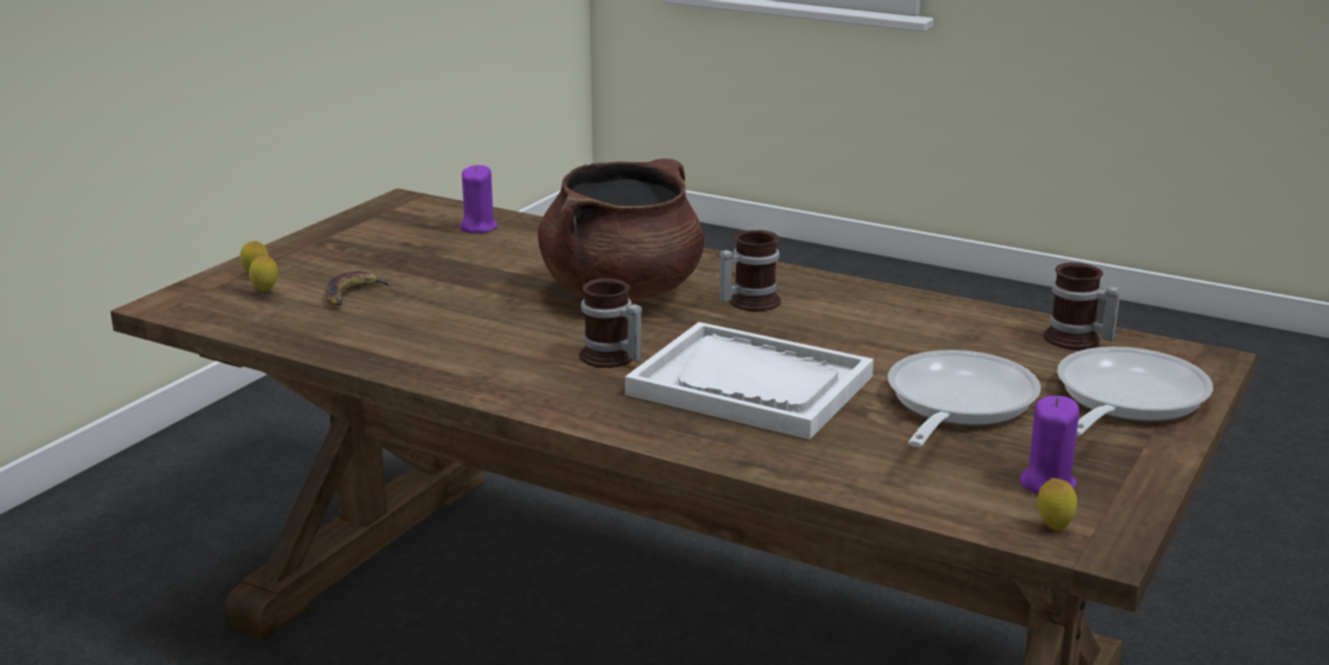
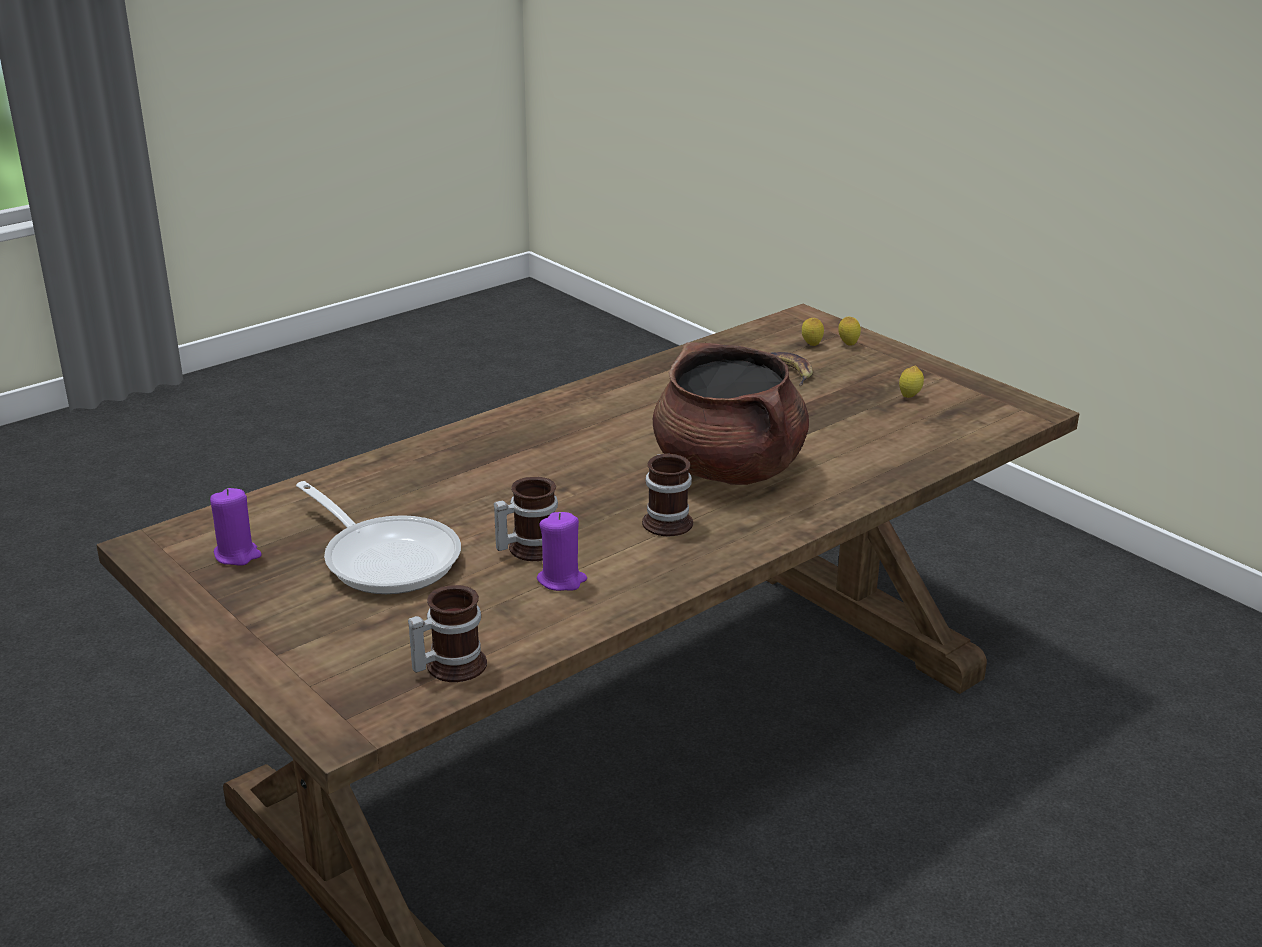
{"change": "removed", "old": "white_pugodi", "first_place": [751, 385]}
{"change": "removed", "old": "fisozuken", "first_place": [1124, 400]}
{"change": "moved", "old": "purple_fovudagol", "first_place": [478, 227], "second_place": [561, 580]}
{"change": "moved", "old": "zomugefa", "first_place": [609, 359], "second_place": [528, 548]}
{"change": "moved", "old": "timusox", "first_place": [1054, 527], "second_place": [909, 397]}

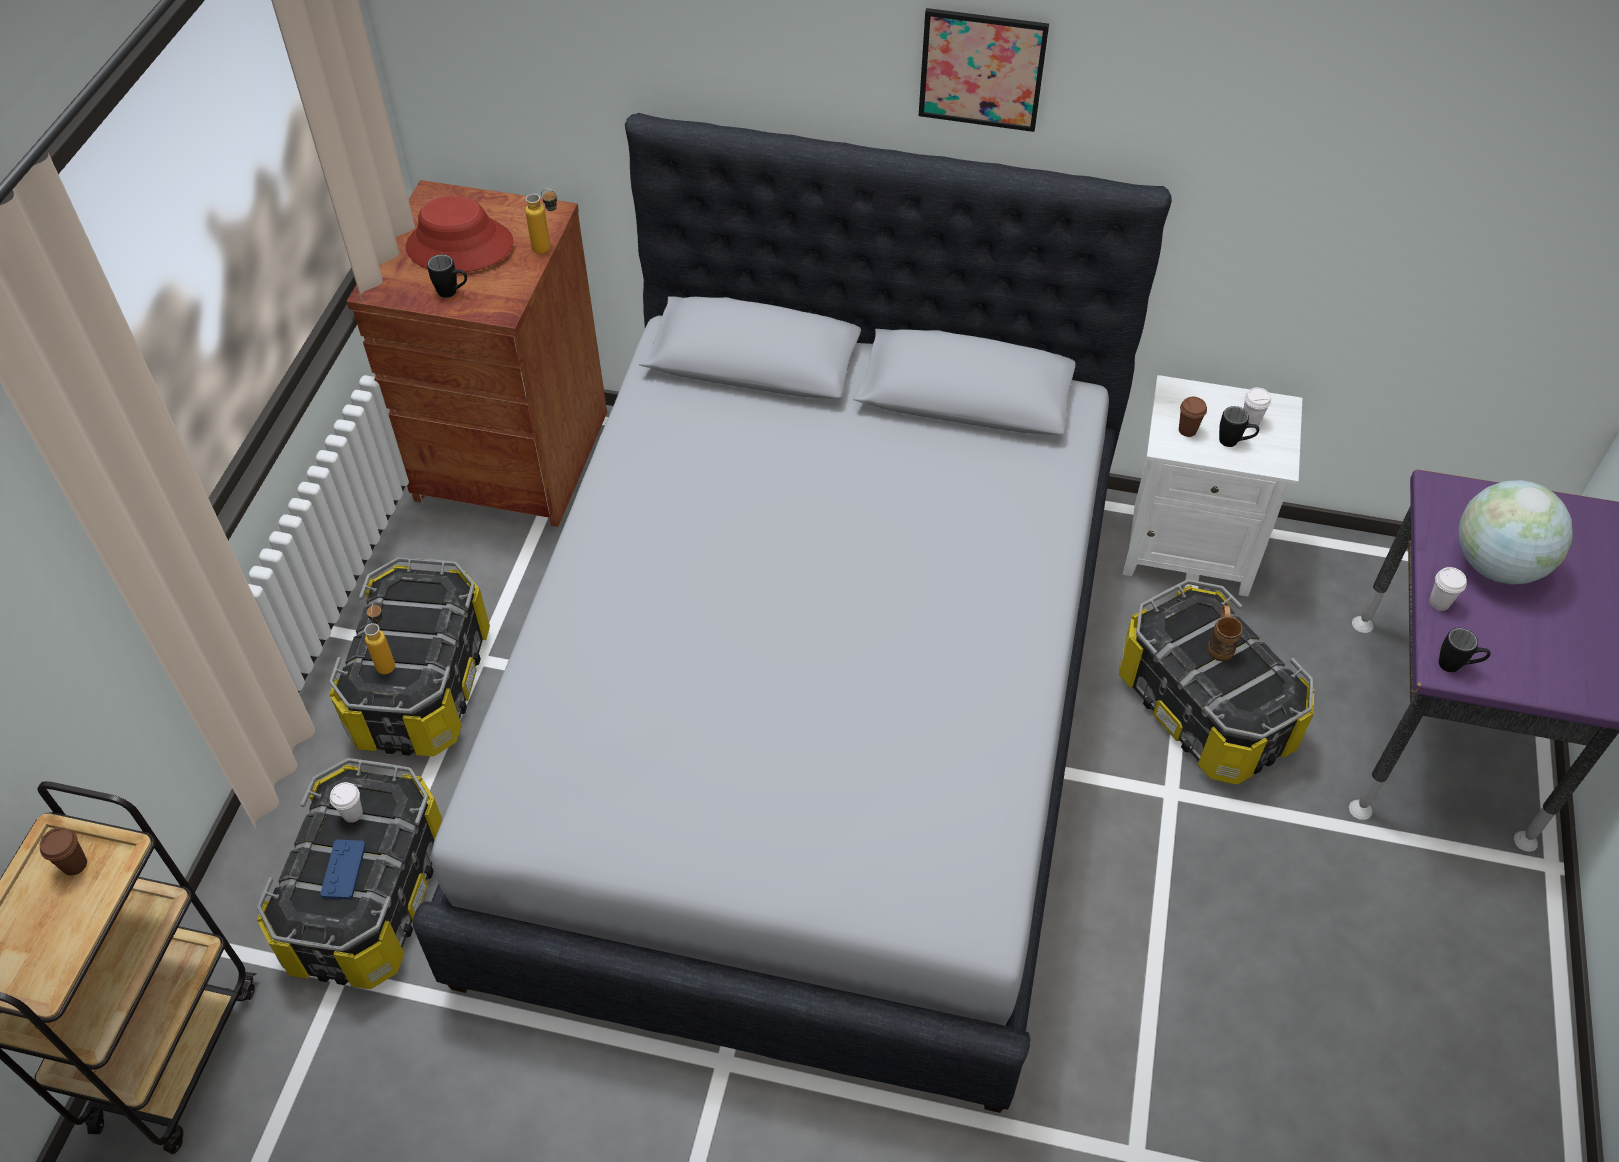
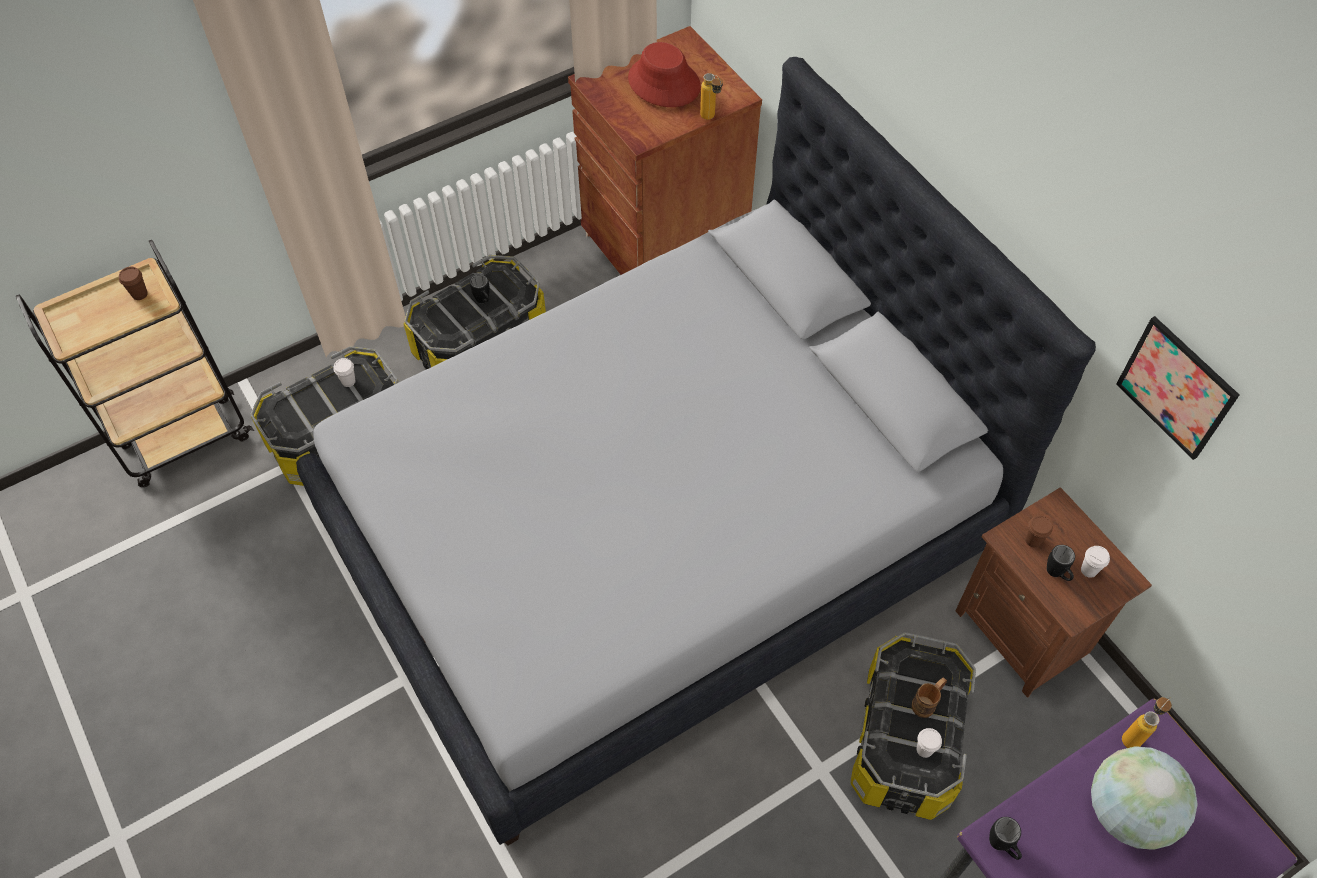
{"change": "removed", "old": "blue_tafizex", "first_place": [344, 870]}
{"change": "moved", "old": "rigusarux", "first_place": [387, 660], "second_place": [1135, 735]}
{"change": "moved", "old": "black_zomugefa", "first_place": [453, 293], "second_place": [484, 301]}
{"change": "moved", "old": "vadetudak", "first_place": [982, 69], "second_place": [1176, 388]}
{"change": "moved", "old": "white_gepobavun", "first_place": [1439, 602], "second_place": [924, 749]}
{"change": "recoloured", "old": "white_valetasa", "new": "brown_valetasa", "first_place": [1188, 547], "second_place": [1024, 631]}

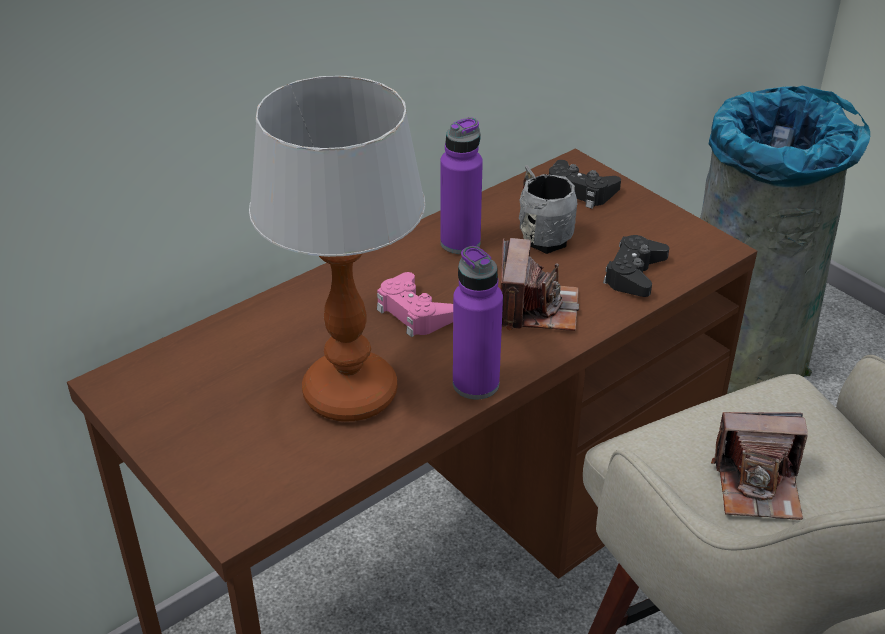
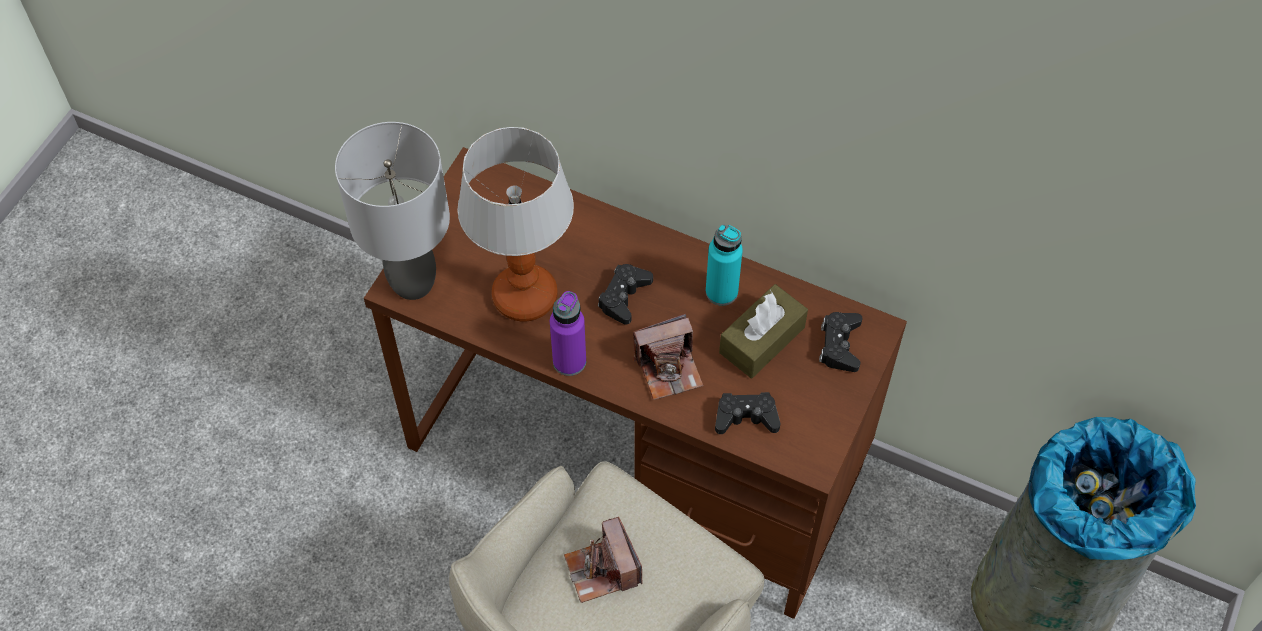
{"change": "added", "new": "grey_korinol", "second_place": [411, 283]}
{"change": "replaced", "old": "grey_zomugefa", "new": "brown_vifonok", "first_place": [541, 235], "second_place": [762, 340]}
{"change": "recoloured", "old": "pink_tafizex", "new": "black_tafizex", "first_place": [414, 313], "second_place": [624, 297]}
{"change": "recoloured", "old": "purple_rigusarux", "new": "turquoise_rigusarux", "first_place": [460, 243], "second_place": [721, 292]}

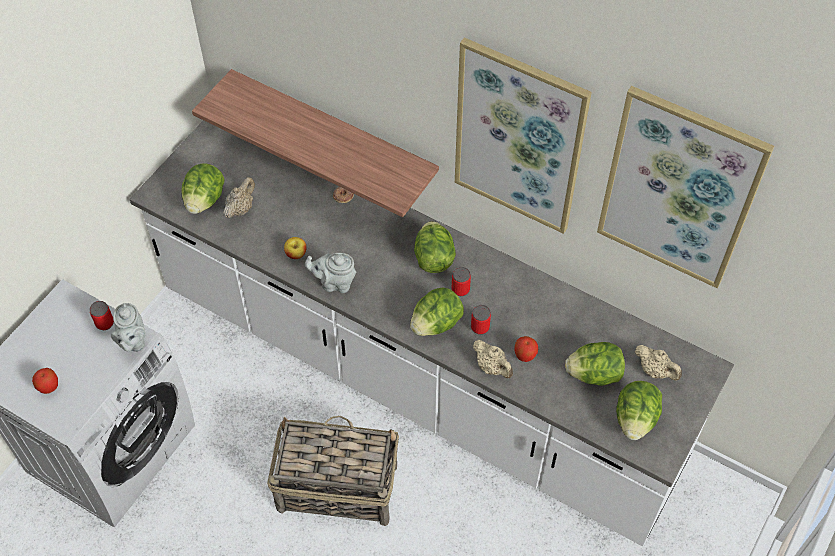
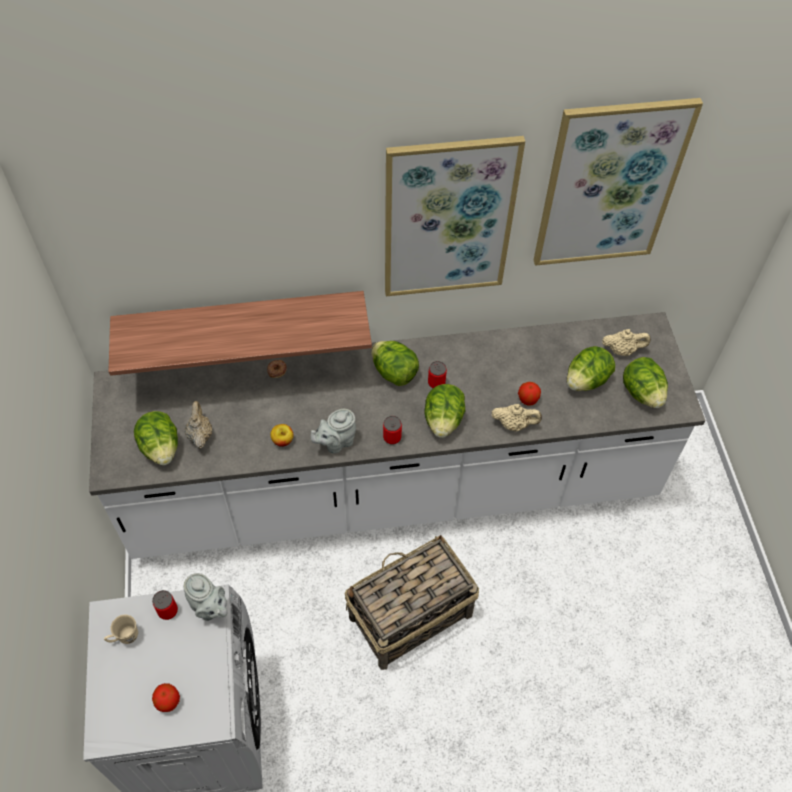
{"change": "added", "new": "beige_zomugefa", "second_place": [124, 638]}
{"change": "moved", "old": "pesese", "first_place": [480, 327], "second_place": [392, 437]}

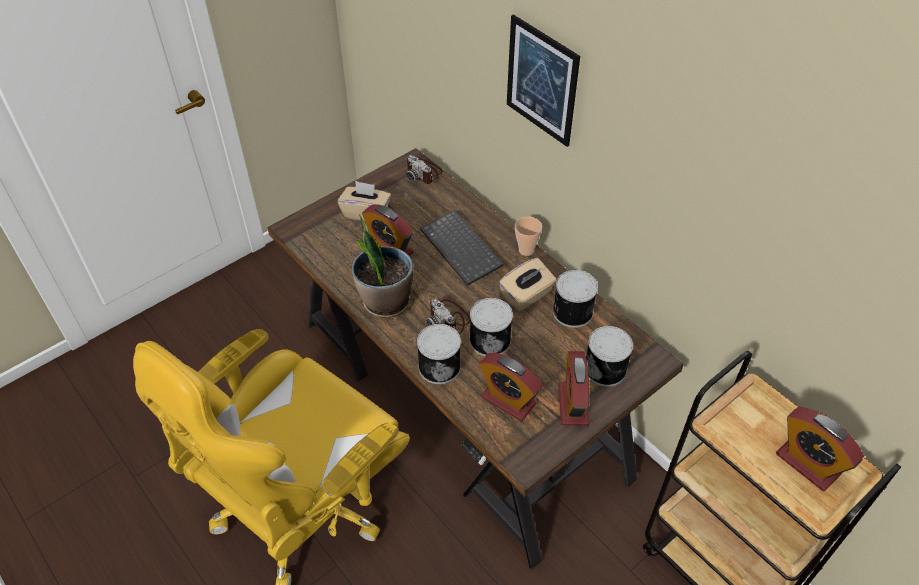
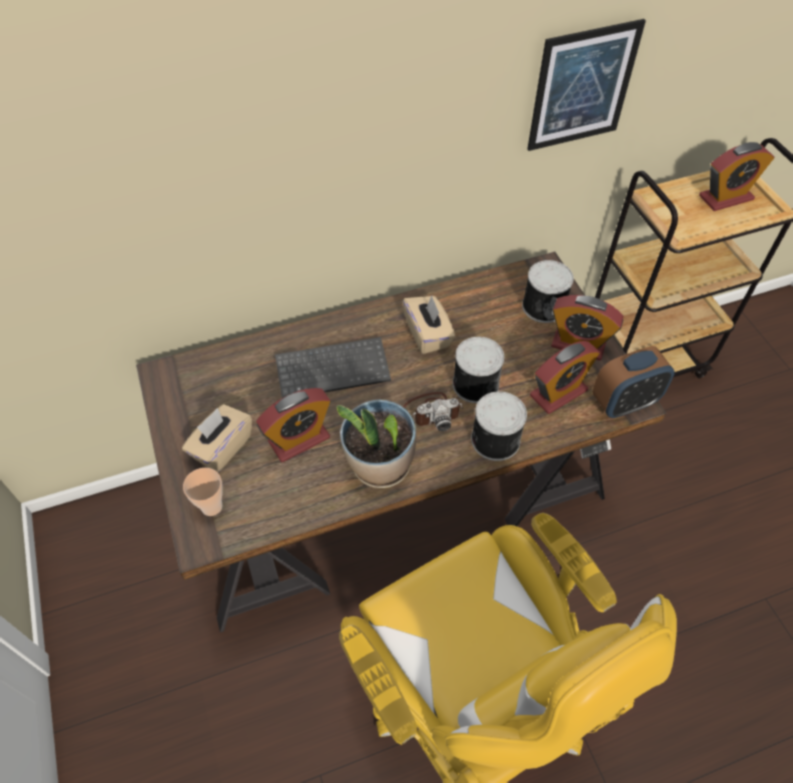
{"change": "removed", "old": "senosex", "first_place": [424, 173]}
{"change": "removed", "old": "pesese", "first_place": [571, 311]}
{"change": "added", "new": "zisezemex", "second_place": [624, 403]}
{"change": "moved", "old": "vadetudak", "first_place": [541, 81], "second_place": [582, 87]}
{"change": "moved", "old": "gepobavun", "first_place": [526, 250], "second_place": [212, 506]}

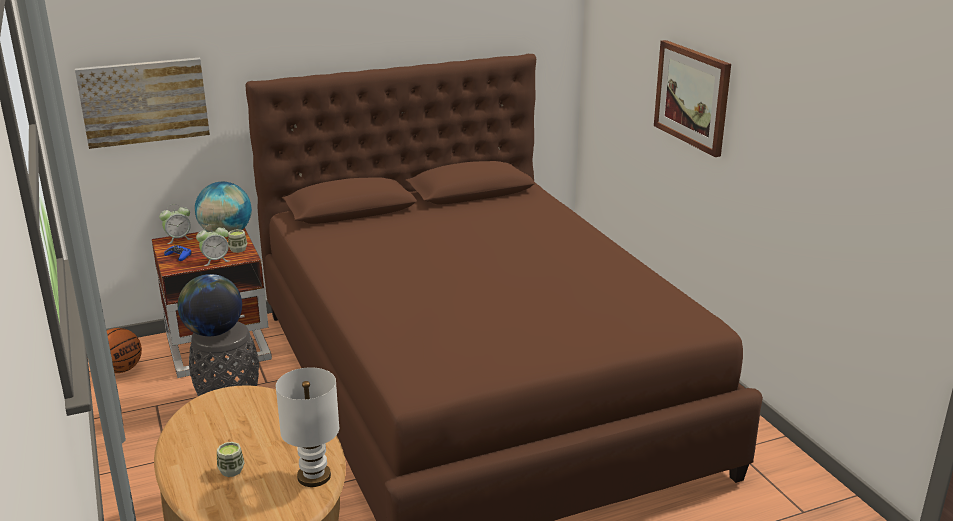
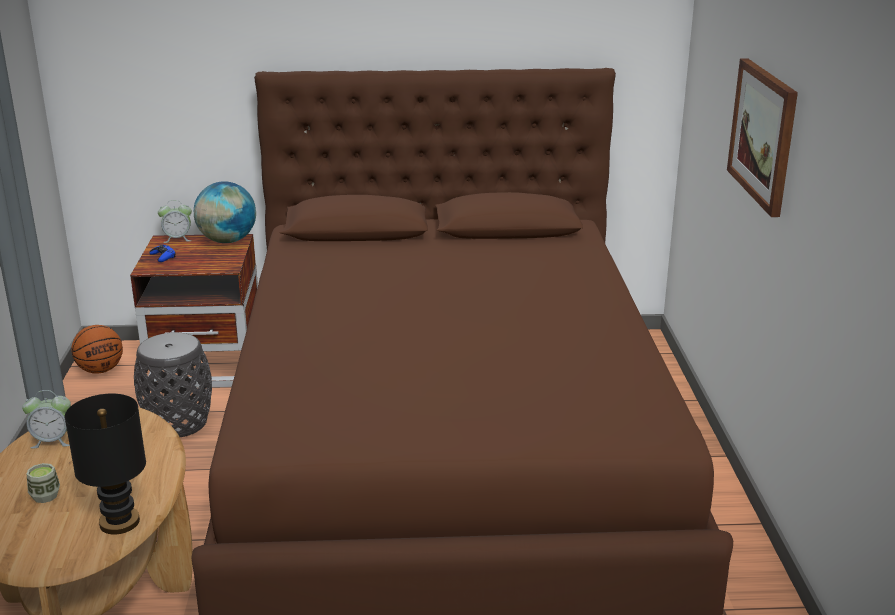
{"change": "removed", "old": "vadetudak", "first_place": [144, 101]}
{"change": "removed", "old": "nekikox", "first_place": [213, 332]}
{"change": "removed", "old": "gepobavun", "first_place": [238, 249]}
{"change": "moved", "old": "zisezemex", "first_place": [215, 260], "second_place": [52, 441]}
{"change": "recoloured", "old": "white_korinol", "new": "black_korinol", "first_place": [313, 477], "second_place": [118, 523]}

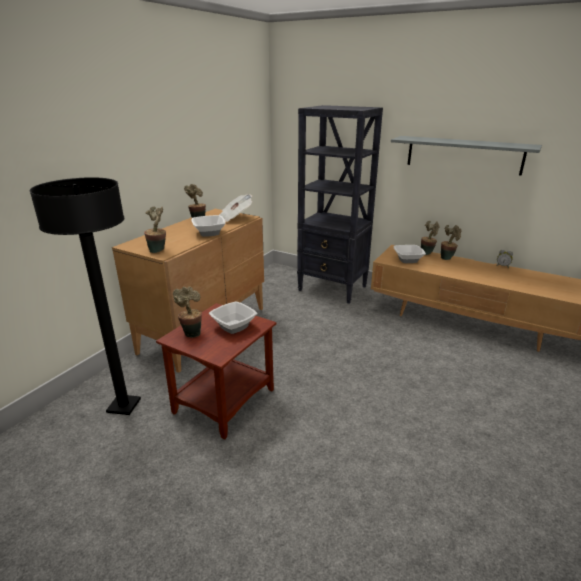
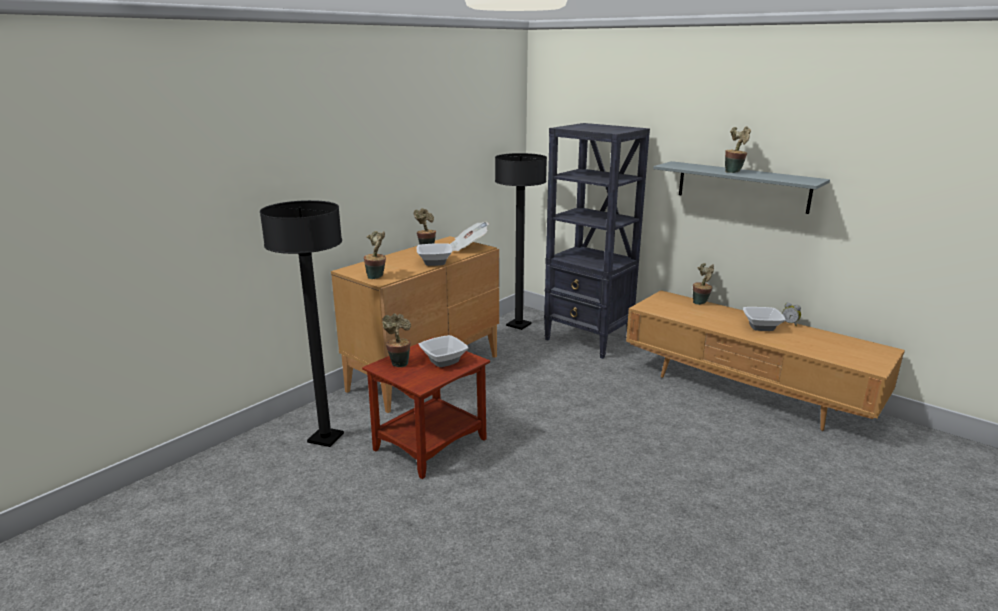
{"change": "added", "new": "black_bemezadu", "second_place": [518, 325]}
{"change": "moved", "old": "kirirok", "first_place": [408, 260], "second_place": [761, 327]}
{"change": "moved", "old": "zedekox", "first_place": [447, 258], "second_place": [734, 172]}

